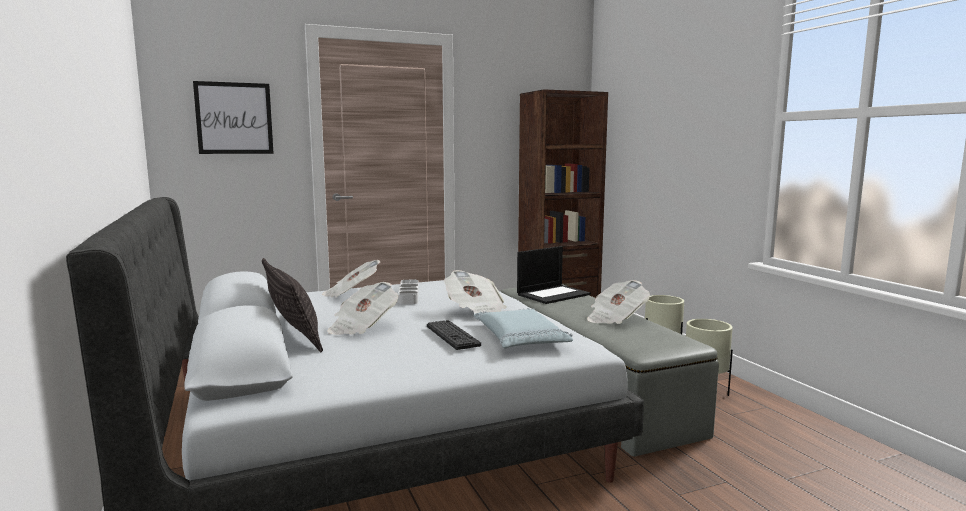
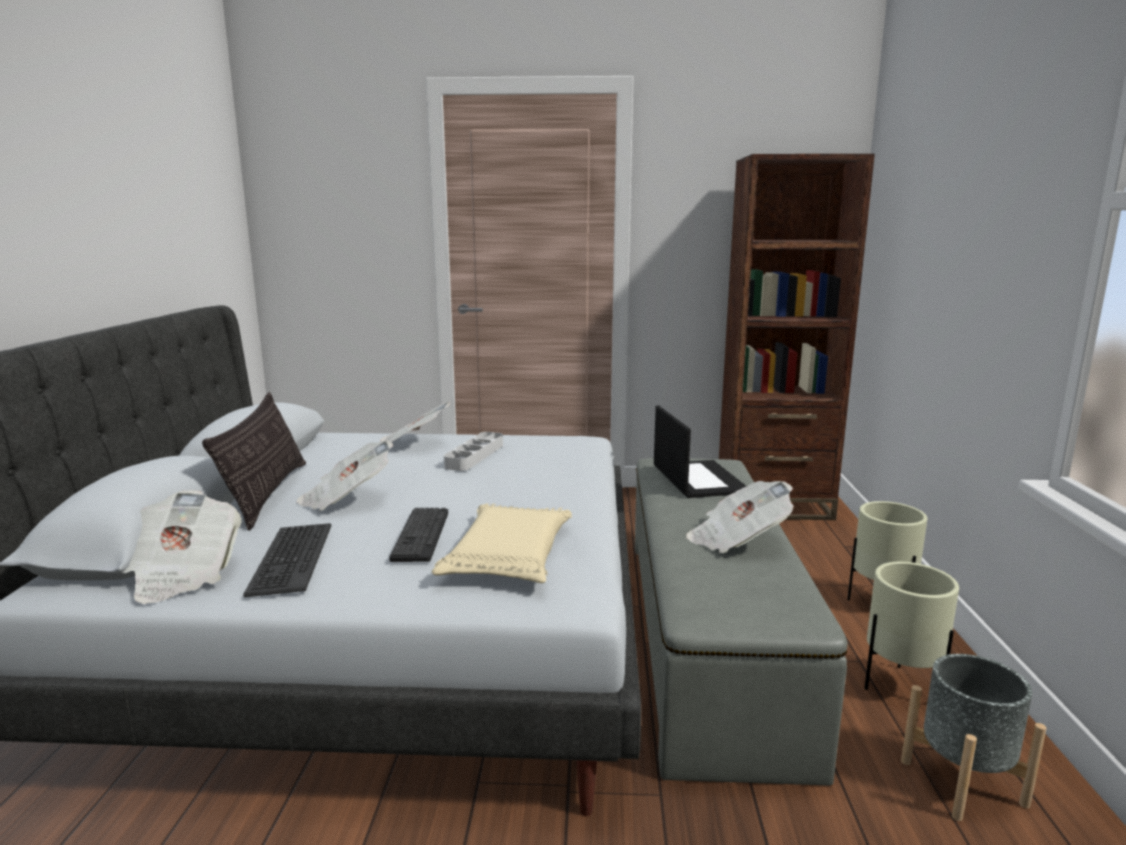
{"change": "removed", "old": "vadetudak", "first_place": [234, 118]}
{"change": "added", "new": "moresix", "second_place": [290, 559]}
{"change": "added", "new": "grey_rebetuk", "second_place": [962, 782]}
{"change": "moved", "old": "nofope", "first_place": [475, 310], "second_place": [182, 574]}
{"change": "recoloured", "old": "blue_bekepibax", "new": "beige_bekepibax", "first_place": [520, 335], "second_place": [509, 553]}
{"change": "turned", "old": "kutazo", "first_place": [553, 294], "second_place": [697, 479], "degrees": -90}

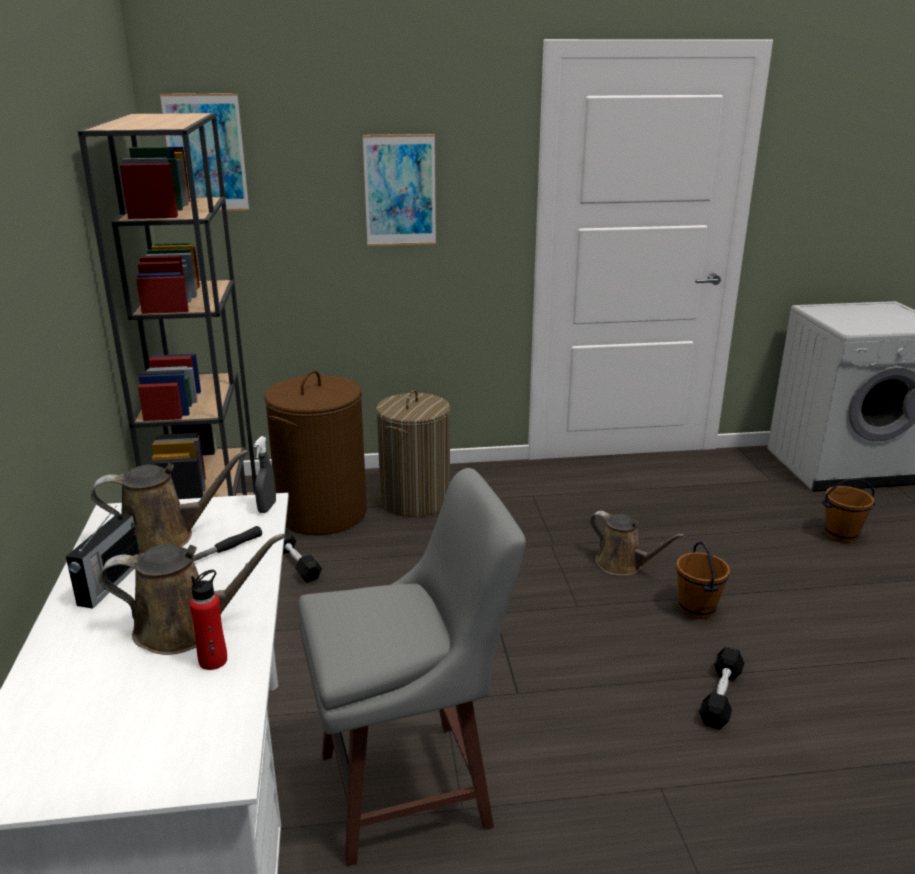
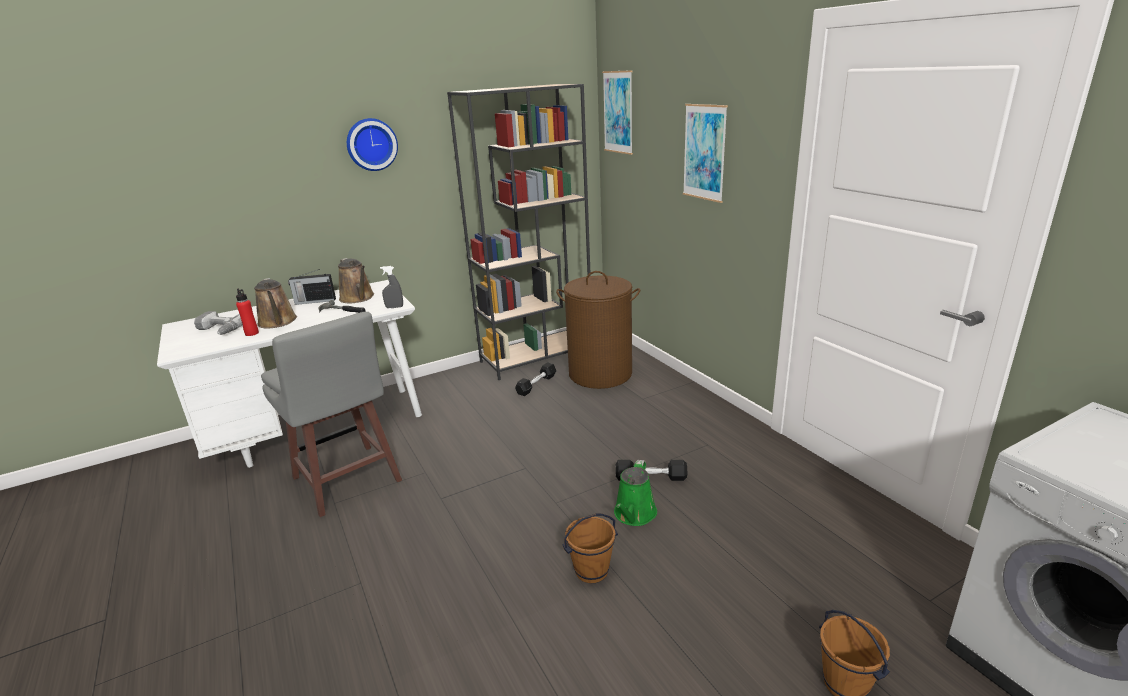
{"change": "removed", "old": "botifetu", "first_place": [415, 500]}
{"change": "added", "new": "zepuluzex", "second_place": [219, 330]}
{"change": "added", "new": "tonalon", "second_place": [371, 144]}
{"change": "moved", "old": "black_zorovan", "first_place": [720, 696], "second_place": [650, 477]}
{"change": "recoloured", "old": "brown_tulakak", "new": "green_tulakak", "first_place": [623, 564], "second_place": [634, 515]}

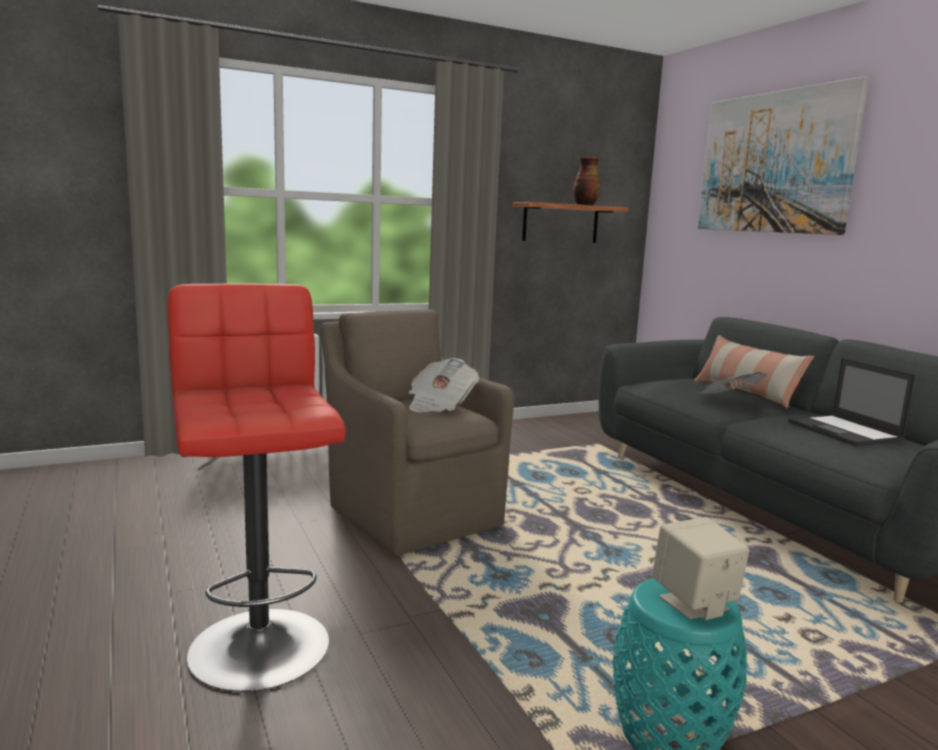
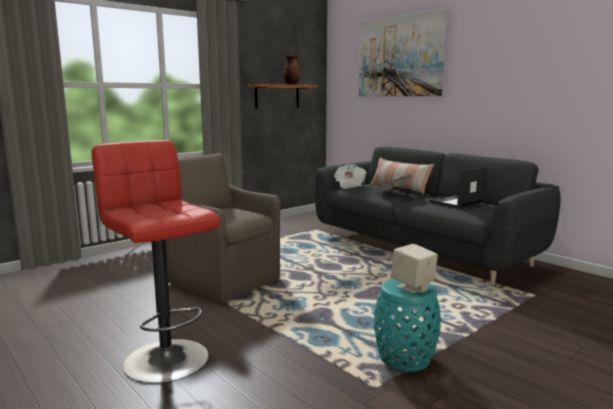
{"change": "moved", "old": "nofope", "first_place": [439, 405], "second_place": [349, 185]}
{"change": "turned", "old": "kutazo", "first_place": [845, 432], "second_place": [456, 202], "degrees": 90}

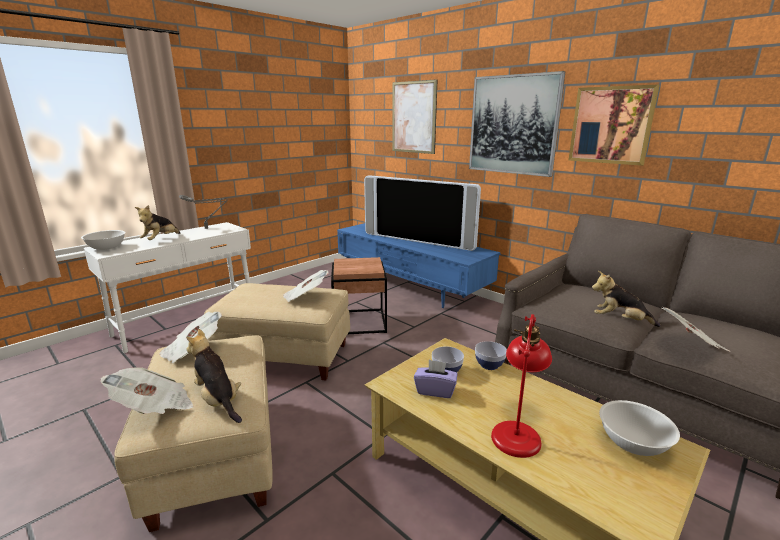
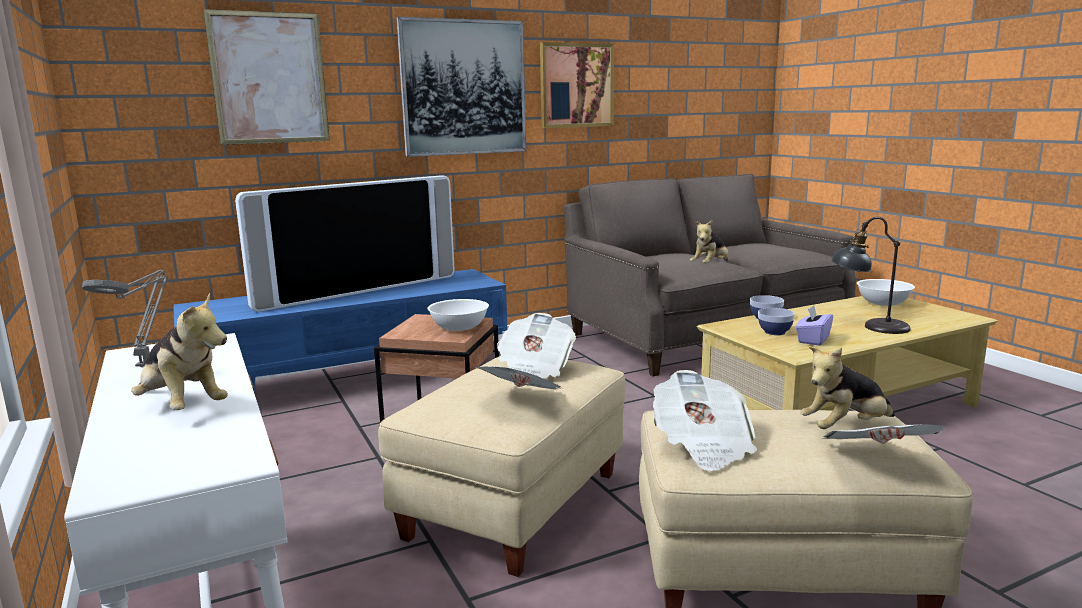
{"change": "moved", "old": "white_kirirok", "first_place": [106, 247], "second_place": [458, 328]}
{"change": "moved", "old": "nofope", "first_place": [690, 344], "second_place": [523, 402]}
{"change": "recoloured", "old": "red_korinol", "new": "grey_korinol", "first_place": [517, 425], "second_place": [867, 324]}

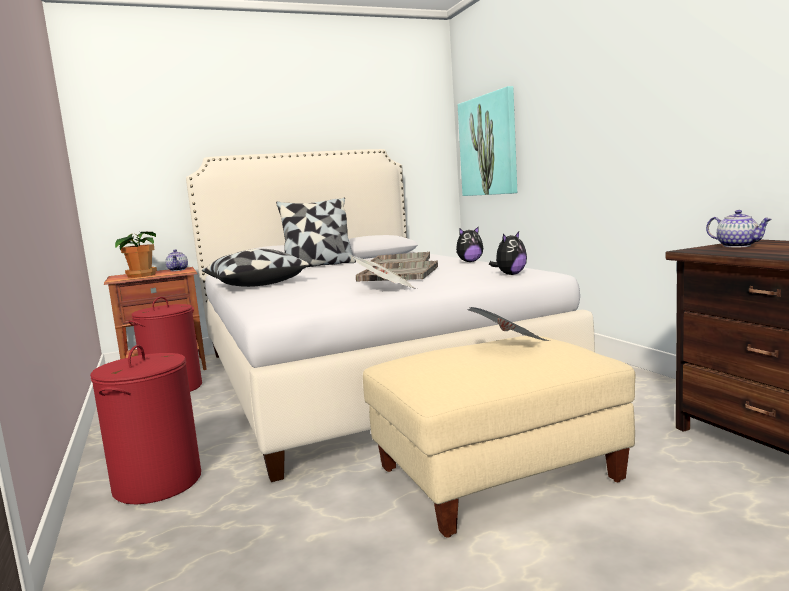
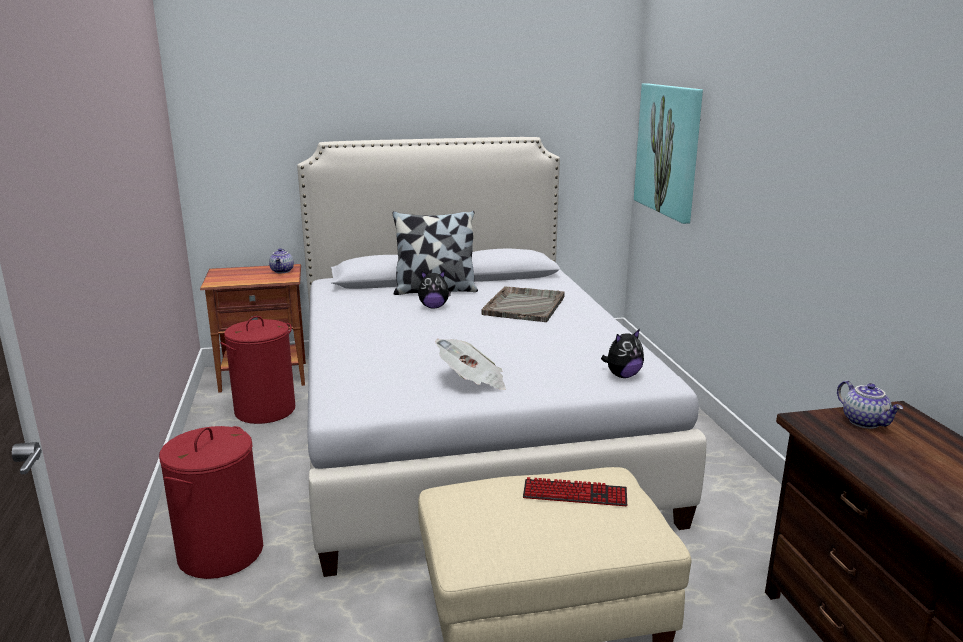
{"change": "removed", "old": "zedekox", "first_place": [140, 275]}
{"change": "removed", "old": "bekepibax", "first_place": [255, 284]}
{"change": "removed", "old": "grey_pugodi", "first_place": [399, 273]}
{"change": "moved", "old": "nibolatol", "first_place": [469, 262], "second_place": [433, 307]}
{"change": "replaced", "old": "nofope", "new": "moresix", "first_place": [509, 345], "second_place": [574, 494]}

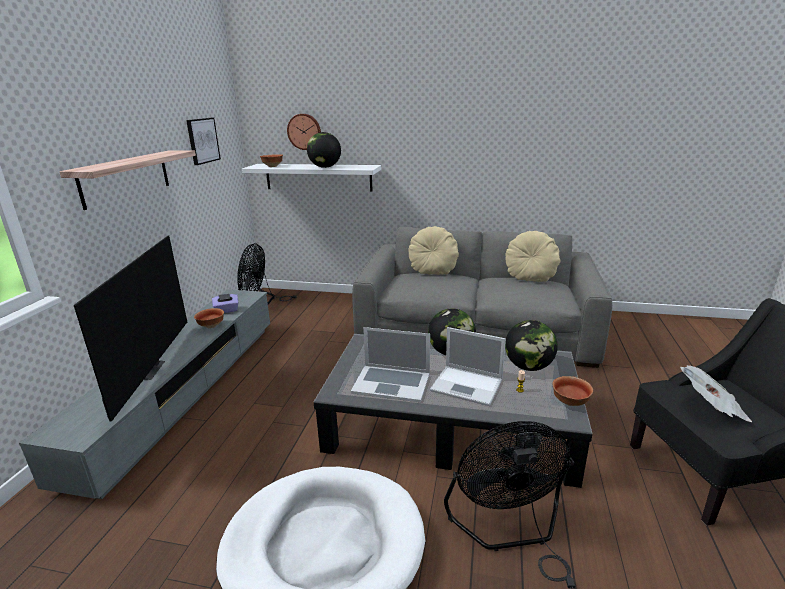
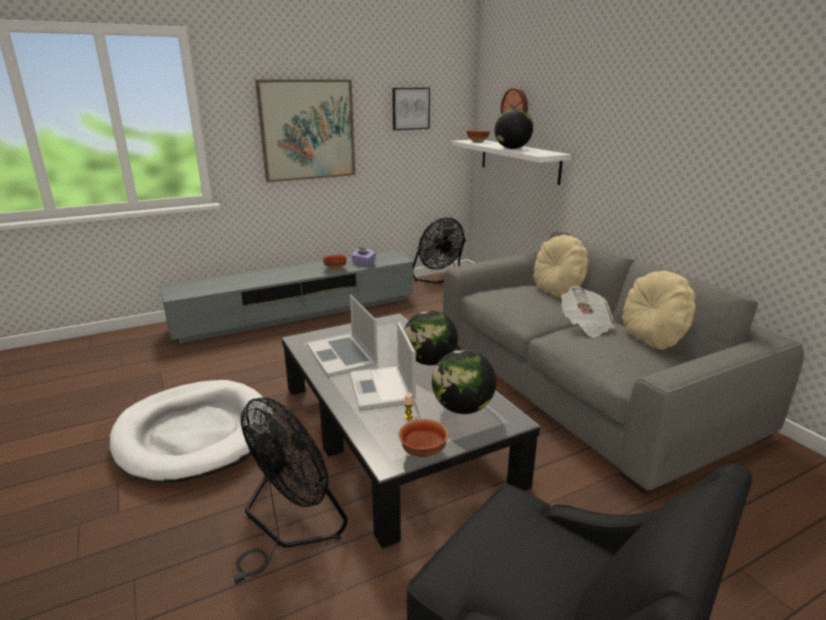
{"change": "removed", "old": "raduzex", "first_place": [146, 370]}
{"change": "moved", "old": "nofope", "first_place": [711, 407], "second_place": [585, 325]}
{"change": "replaced", "old": "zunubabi", "new": "vadetudak", "first_place": [126, 178], "second_place": [308, 130]}

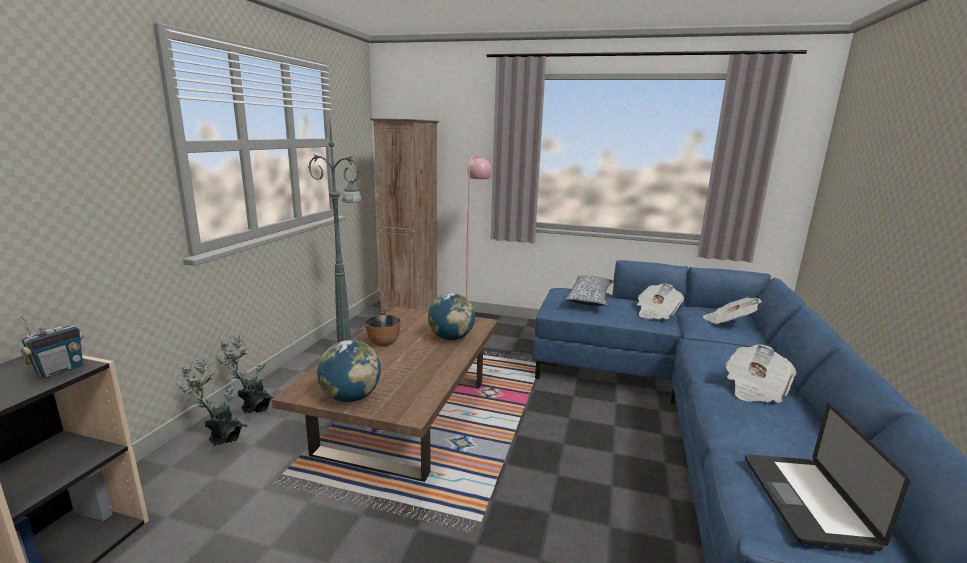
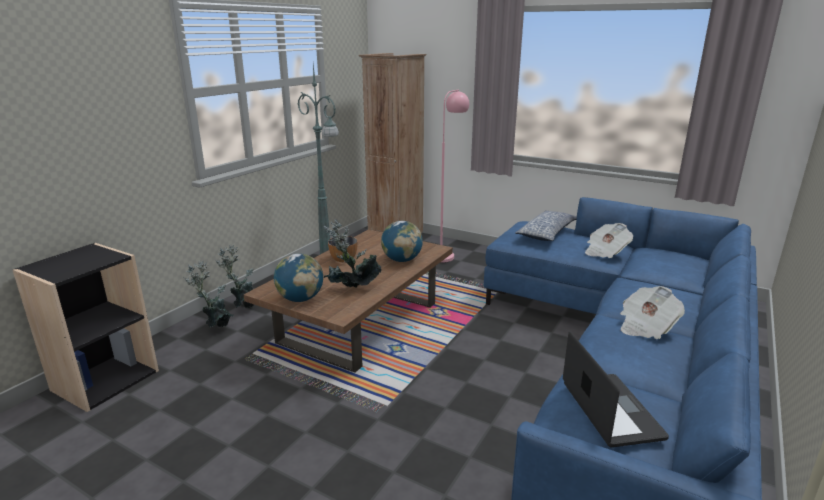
{"change": "removed", "old": "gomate", "first_place": [60, 371]}
{"change": "removed", "old": "nofope", "first_place": [728, 322]}
{"change": "added", "new": "zedekox", "second_place": [351, 290]}
{"change": "turned", "old": "kutazo", "first_place": [806, 500], "second_place": [610, 410], "degrees": 150}

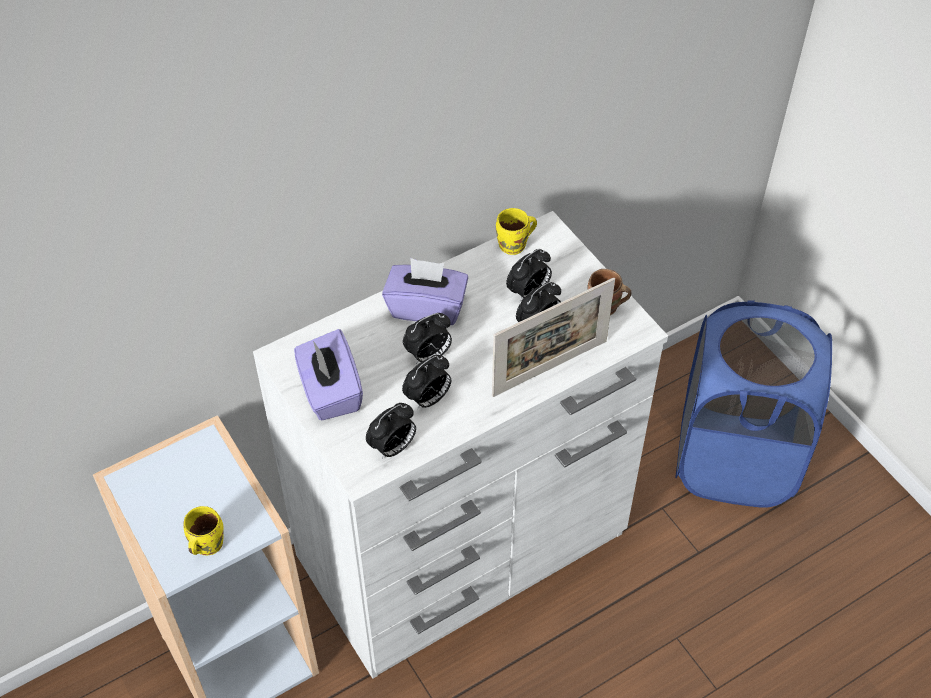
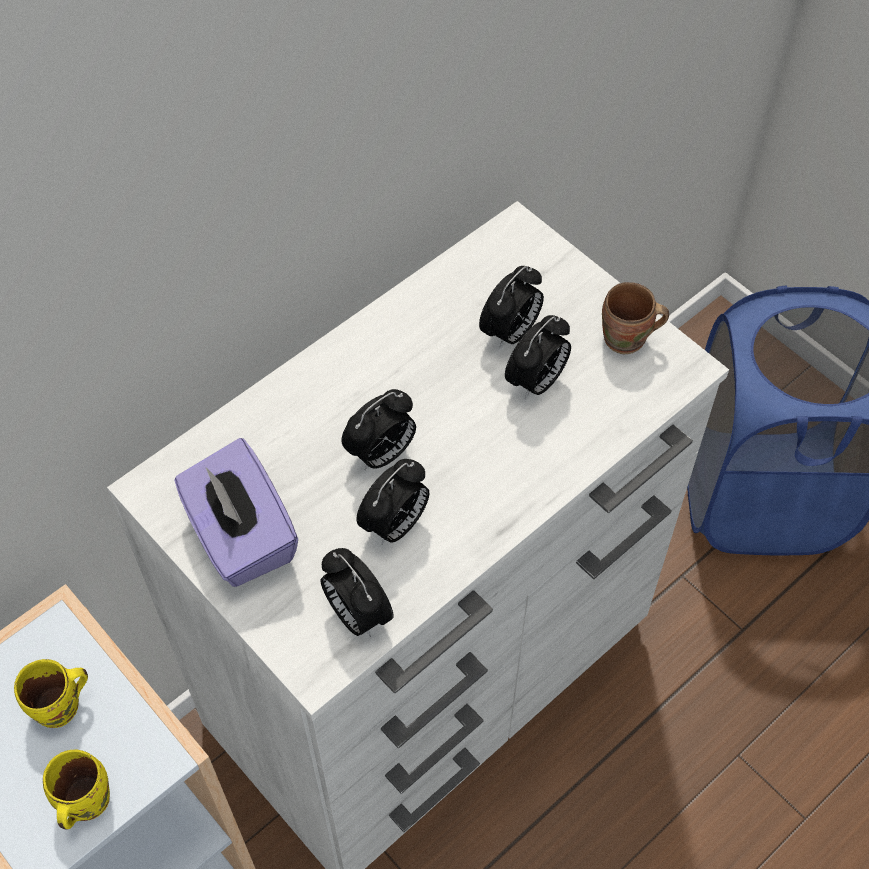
{"change": "removed", "old": "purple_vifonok", "first_place": [426, 307]}
{"change": "removed", "old": "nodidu", "first_place": [550, 368]}
{"change": "moved", "old": "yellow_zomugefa", "first_place": [514, 246], "second_place": [61, 708]}
{"change": "turned", "old": "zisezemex", "first_place": [393, 448], "second_place": [356, 614], "degrees": 105}

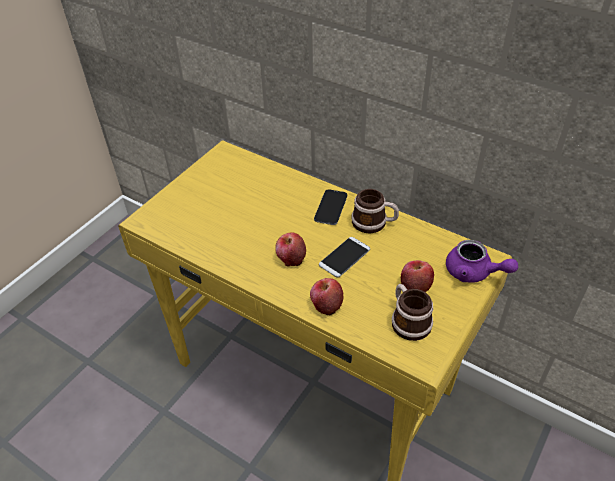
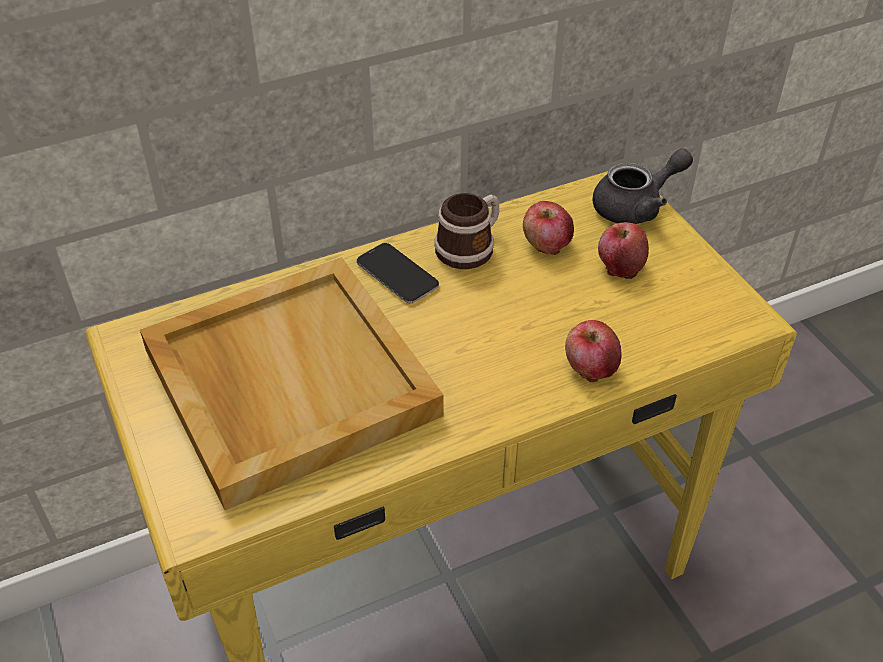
{"change": "removed", "old": "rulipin", "first_place": [344, 257]}
{"change": "removed", "old": "zomugefa", "first_place": [408, 320]}
{"change": "added", "new": "beige_pugodi", "second_place": [287, 382]}
{"change": "moved", "old": "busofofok", "first_place": [291, 258], "second_place": [546, 244]}
{"change": "recoloured", "old": "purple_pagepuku", "new": "grey_pagepuku", "first_place": [474, 273], "second_place": [636, 206]}

